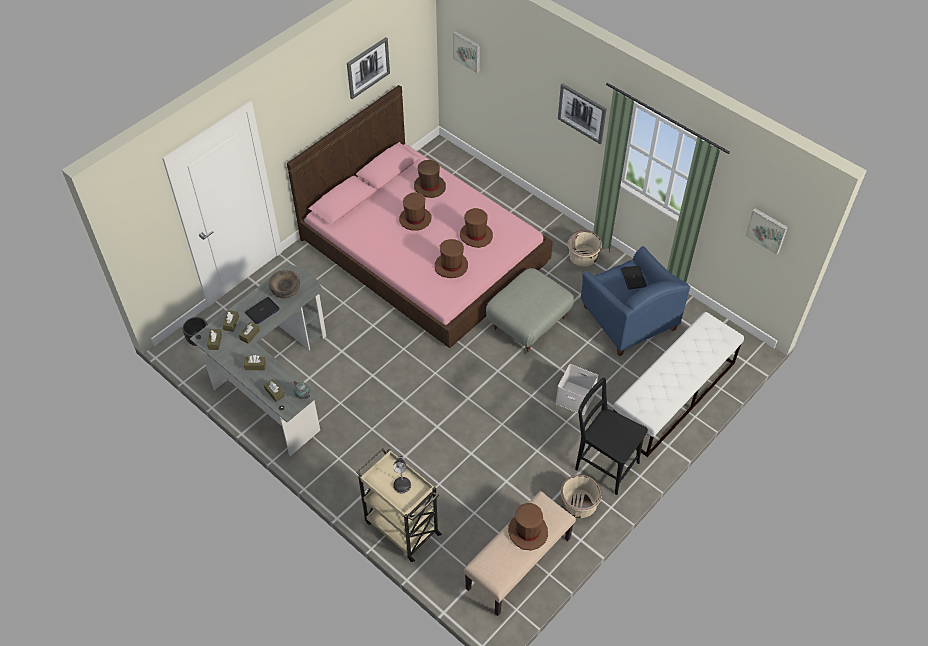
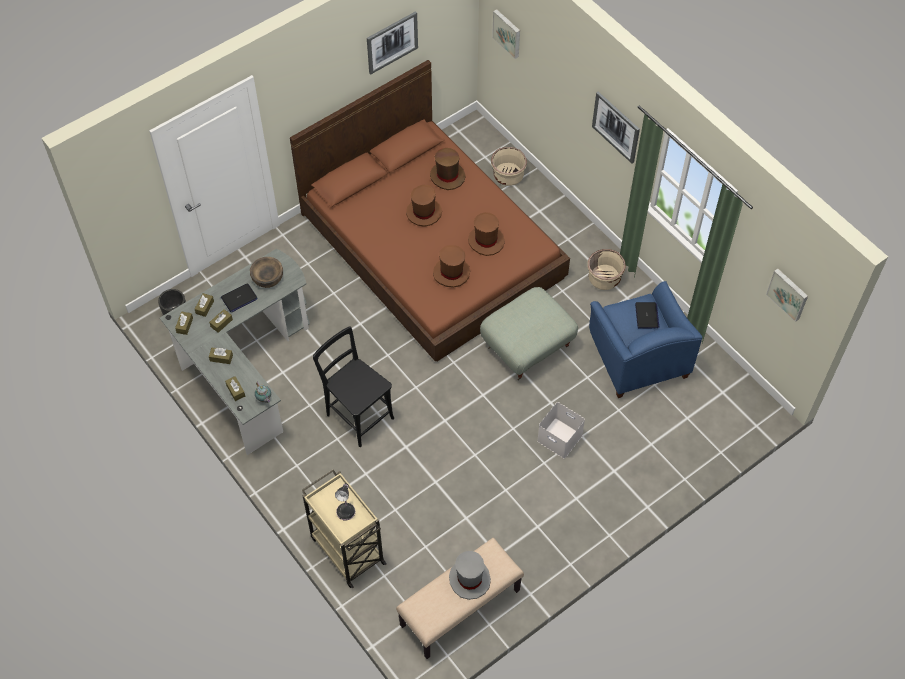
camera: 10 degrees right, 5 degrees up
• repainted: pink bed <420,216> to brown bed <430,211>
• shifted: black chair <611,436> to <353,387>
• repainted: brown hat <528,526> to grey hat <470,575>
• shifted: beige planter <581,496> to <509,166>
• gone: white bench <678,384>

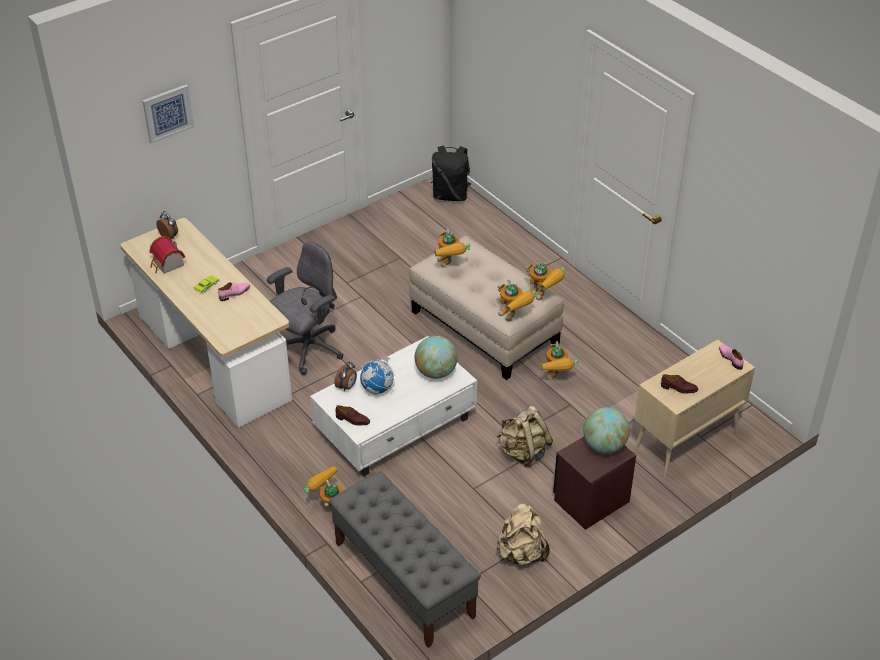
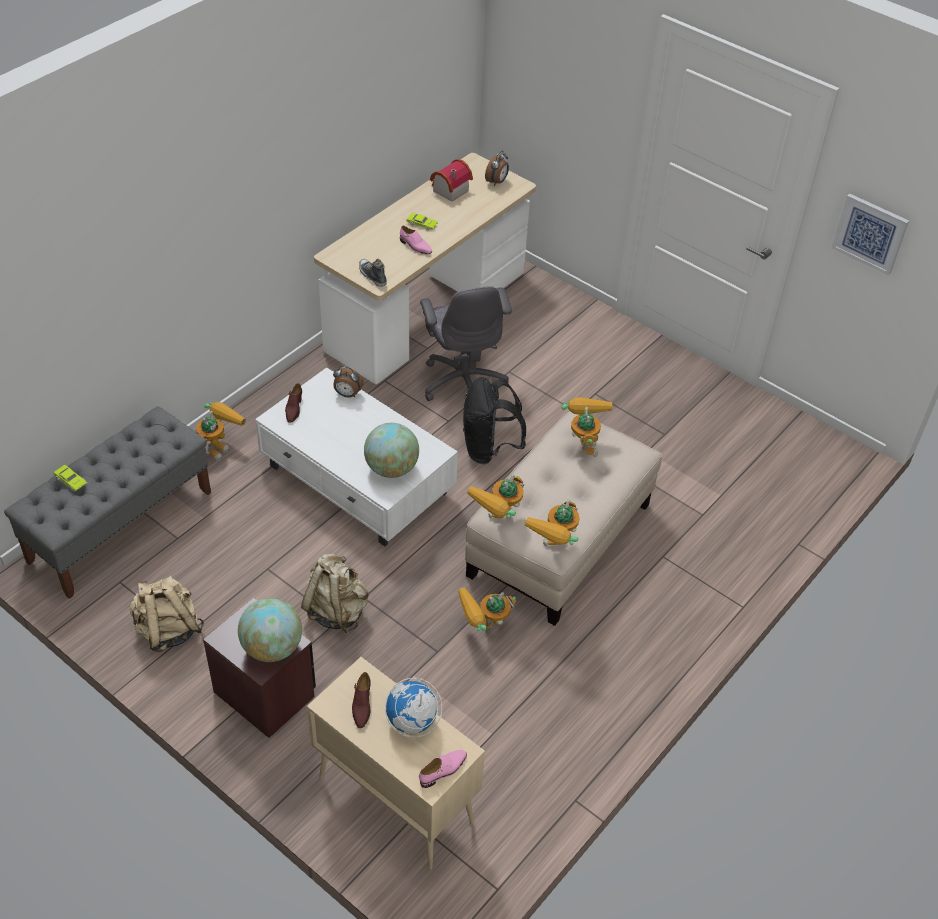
camera: 75 degrees right, 5 degrees up
• new: green toy car <70,478>
• new: shoe <373,273>
• shifted: globe <377,375> to <413,708>
• rotated: grey office chair <305,308> = <466,343> 45 degrees clockwise
• shifted: black backpack <451,173> to <494,420>
• rotated: toy robot <452,248> = <586,427> 120 degrees clockwise
• shifted: picture <168,114> to <870,234>

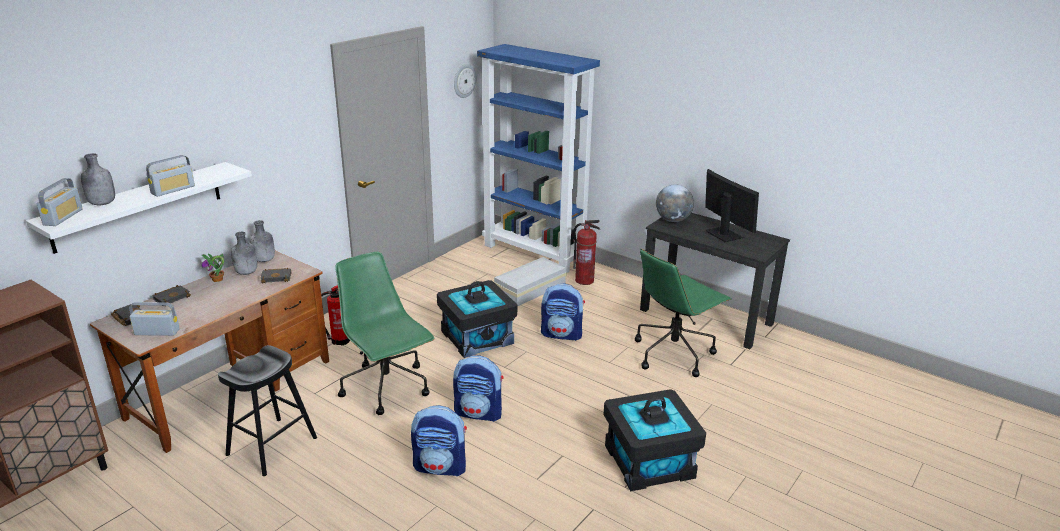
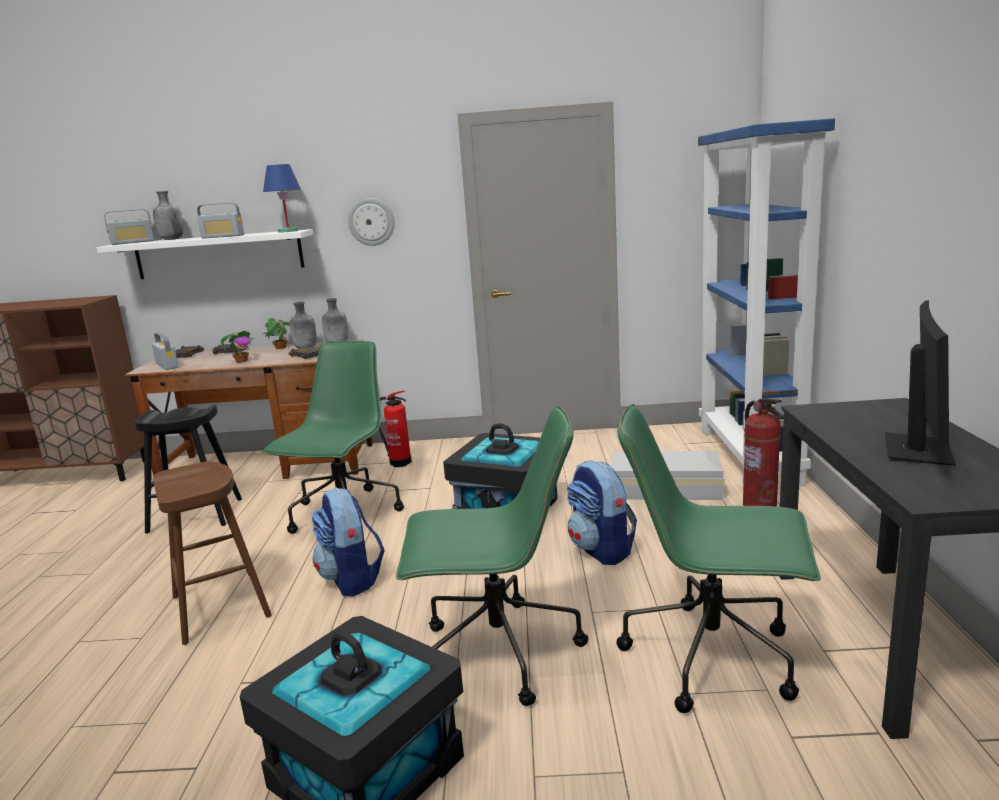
camera: 55 degrees right, 10 degrees down
• swapped: backpack <439,440> to brown stool <212,553>
• new: potted plant <237,346>
• new: blue table lamp <282,198>
• shifted: wall clock <465,81> to <371,222>
• new: green office chair <492,556>
• gone: globe <675,203>

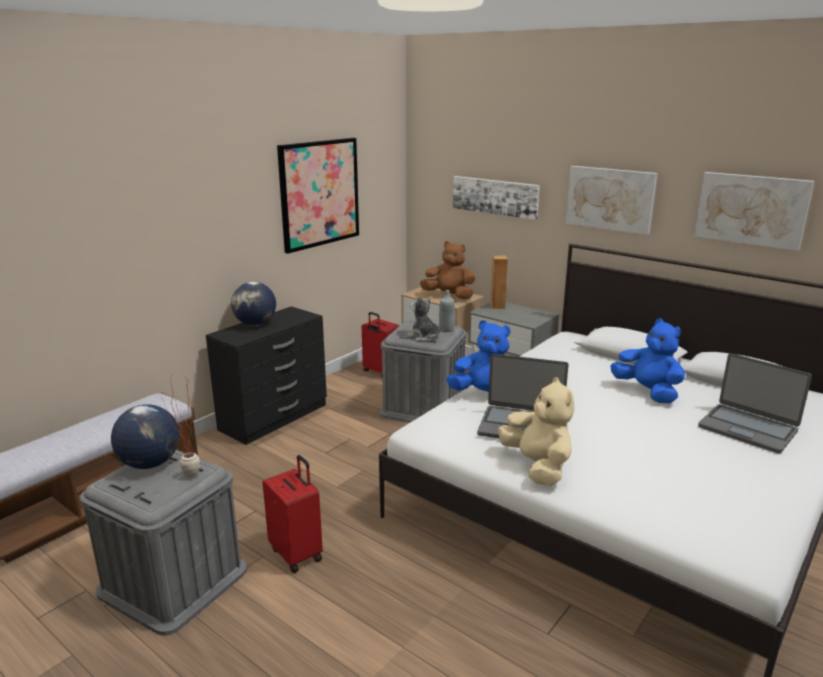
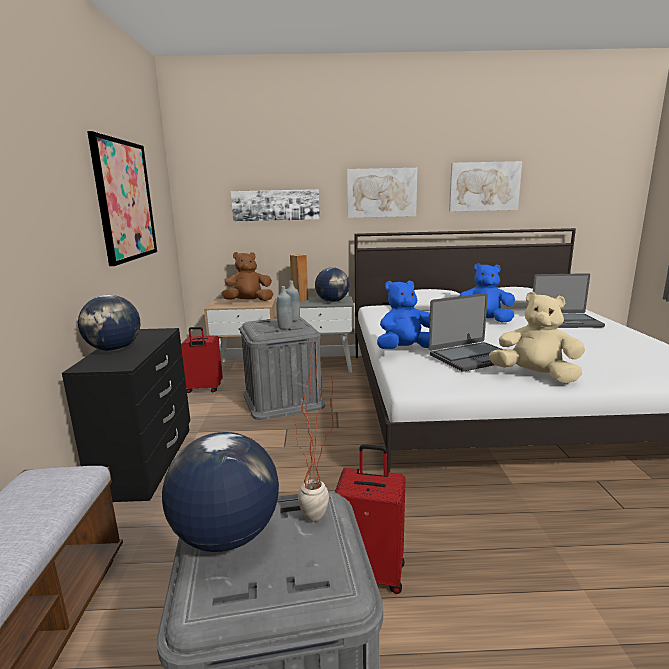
camera: 40 degrees left, 5 degrees down
• swapped: plush toy <424,319> to grey bottle <284,307>
• new: globe <332,284>

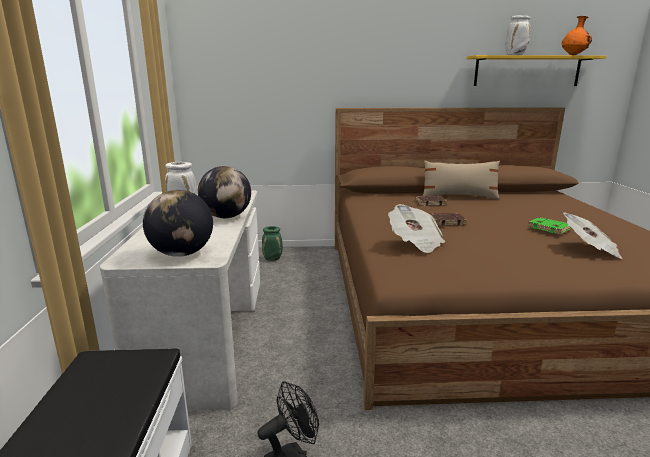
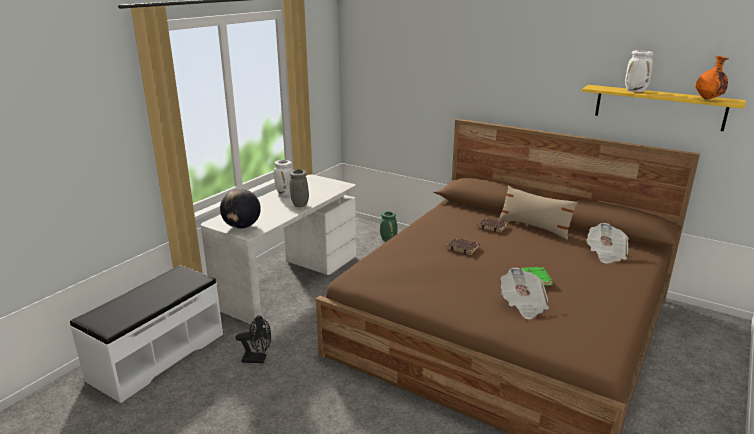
camera: 35 degrees right, 5 degrees up
• swapped: globe <224,192> to grey vase <299,188>
• shifted: newspaper <416,228> to <607,243>

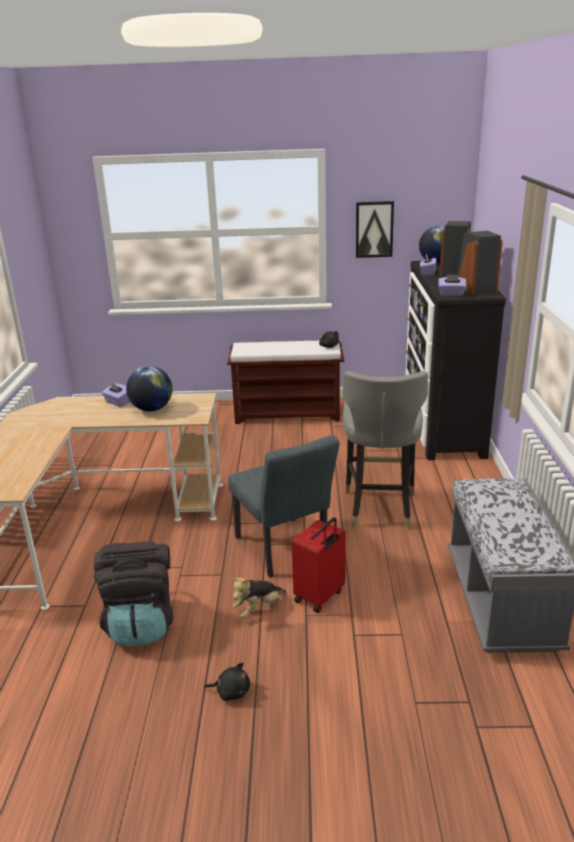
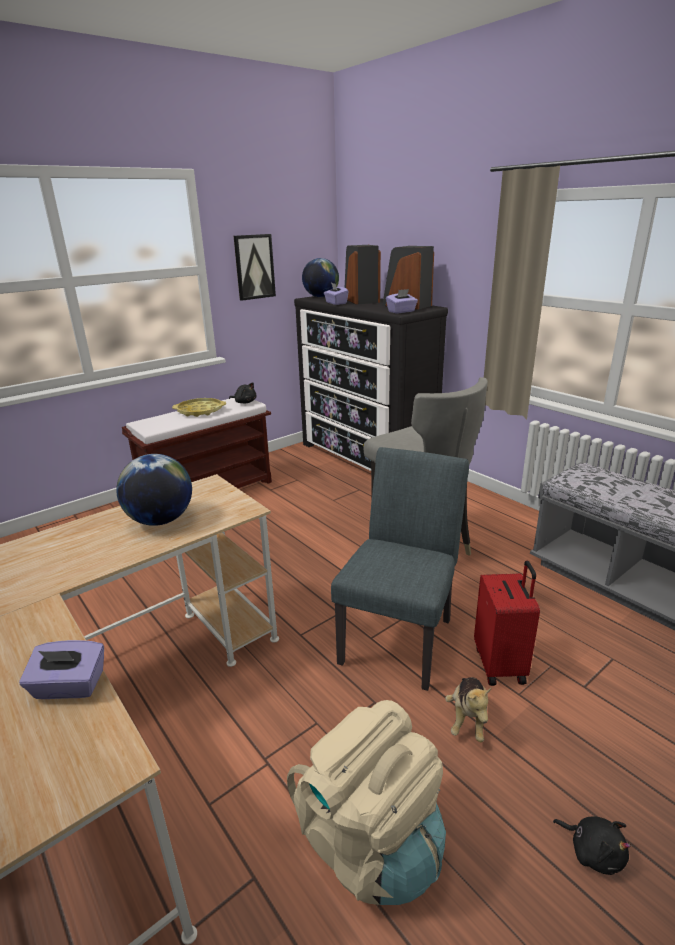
camera: 40 degrees left, 0 degrees up
• shifted: purple tissue box <116,394> to <61,669>
• new: yellow tray <199,407>
• repainted: black backpack <133,593> to beige backpack <366,802>
• rotated: grey chair <283,506> = <400,569> 90 degrees counterclockwise
• rotated: black plush toy <227,682> = <591,845> 75 degrees clockwise

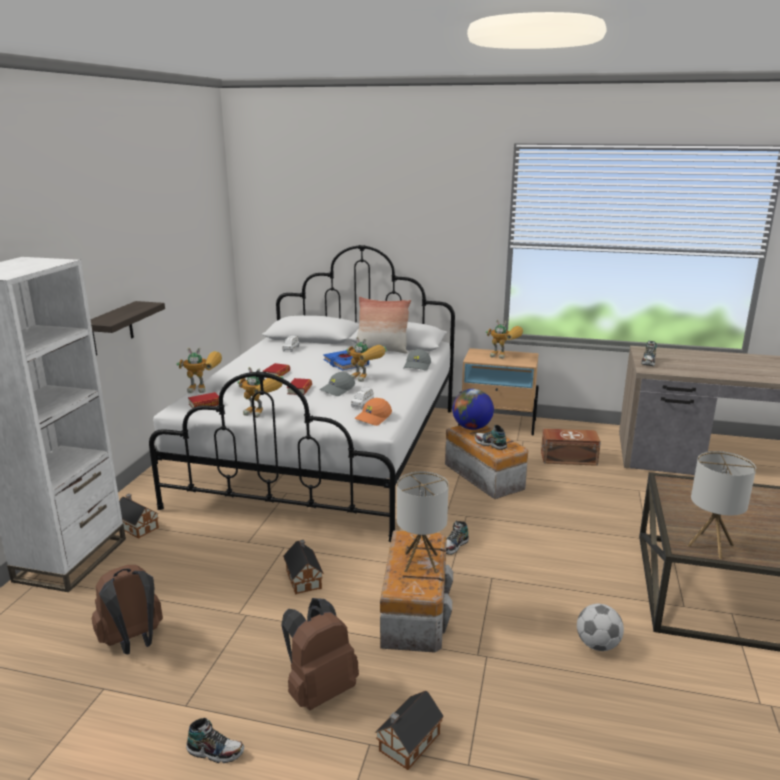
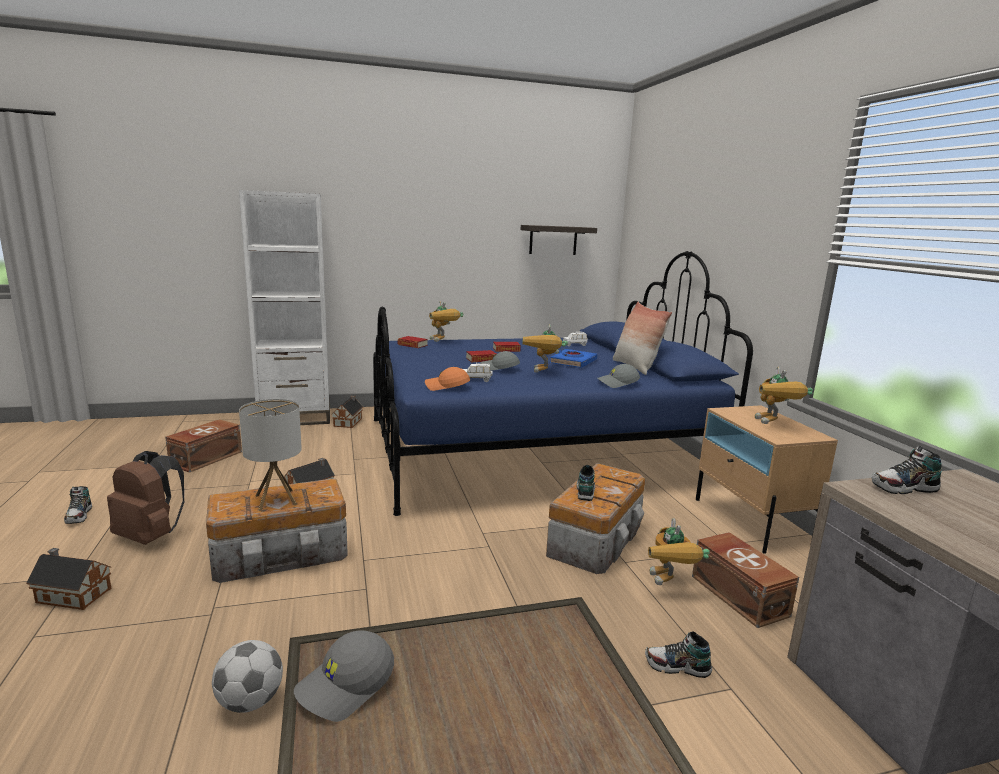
camera: 60 degrees right, 5 degrees down
• swapped: brown backpack <127,609> to brown storage box <203,446>
• swapped: table lamp <721,505> to grey cap <344,676>
• repainted: white bed <302,394> to blue bed <563,383>
• shifted: shelf <127,328> to <559,240>
• shifted: shoe <457,538> to <678,654>
• shifted: toy robot <260,392> to <679,551>
• gone: globe <473,409>

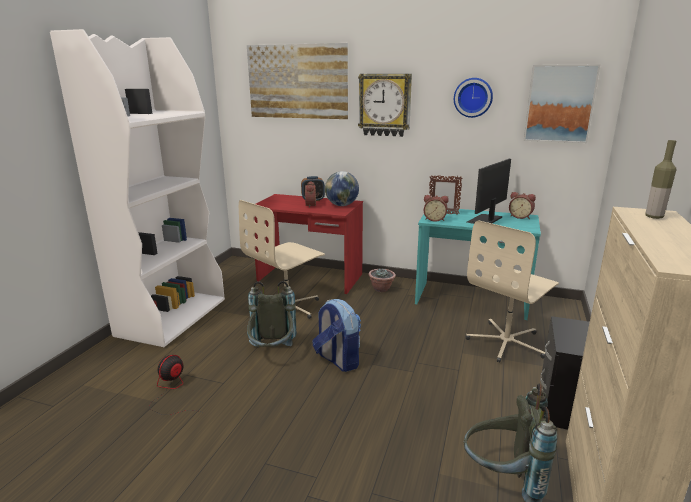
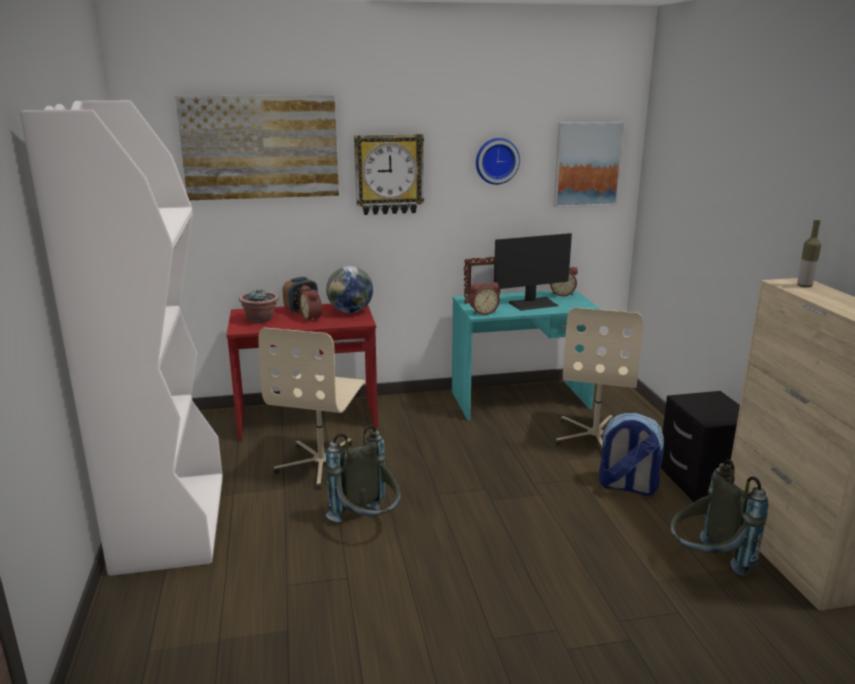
camera: 30 degrees left, 0 degrees up
• shifted: potted plant <382,280> to <259,306>
• rotated: monitor <489,191> = <533,272> 120 degrees counterclockwise
• shifted: backpack <336,335> to <631,454>
• gone: fan <176,385>

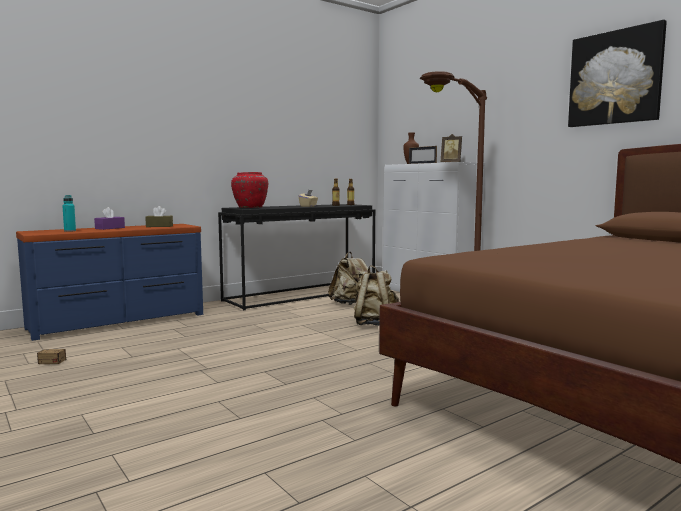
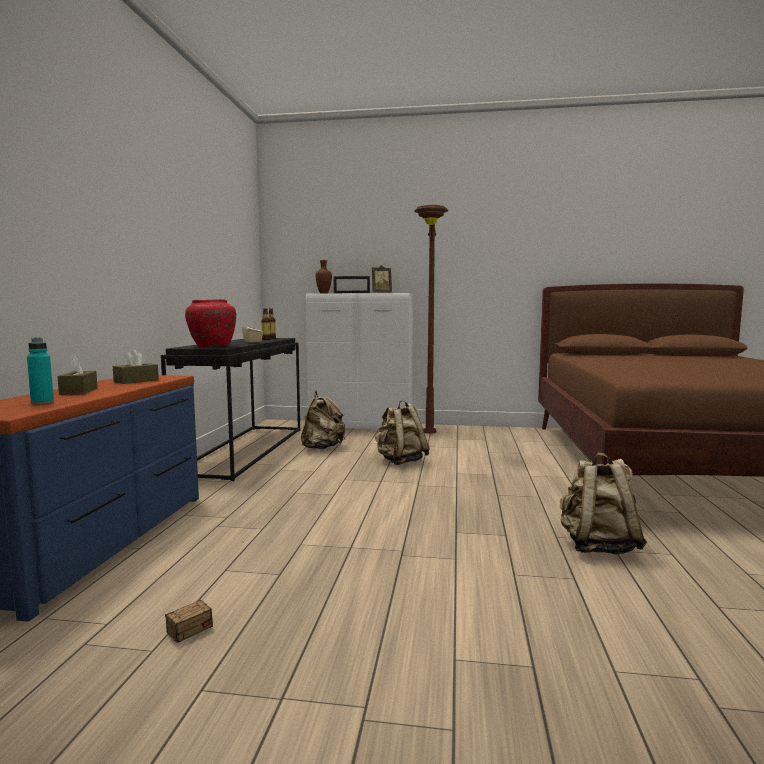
camera: 45 degrees left, 0 degrees up
• repainted: purple tissue box <109,218> to brown tissue box <77,375>
• new: beige backpack <603,503>
• gone: picture <617,73>

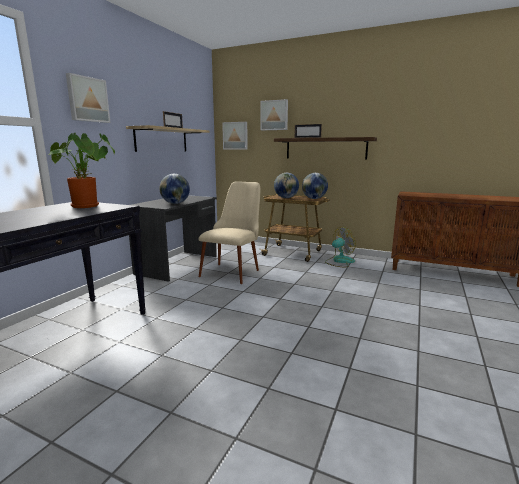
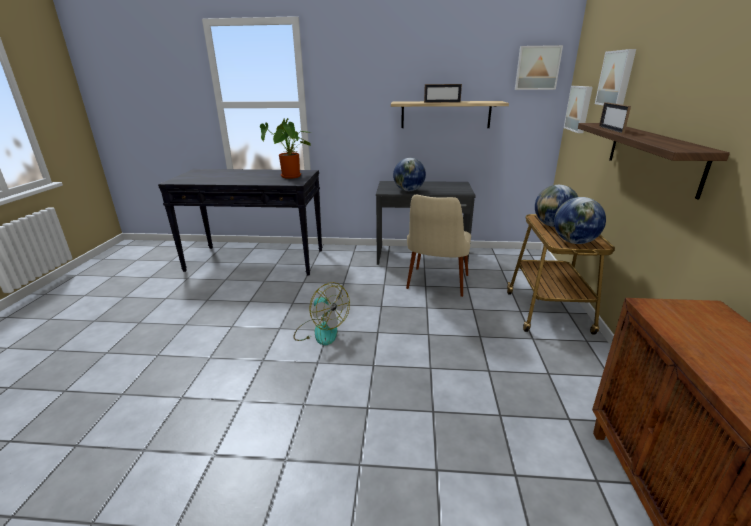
camera: 70 degrees right, 10 degrees up
• shifted: fan <340,247> to <322,313>
• rotated: beige chair <229,232> = <438,246> 105 degrees clockwise
• shifted: picture <88,98> to <539,67>

